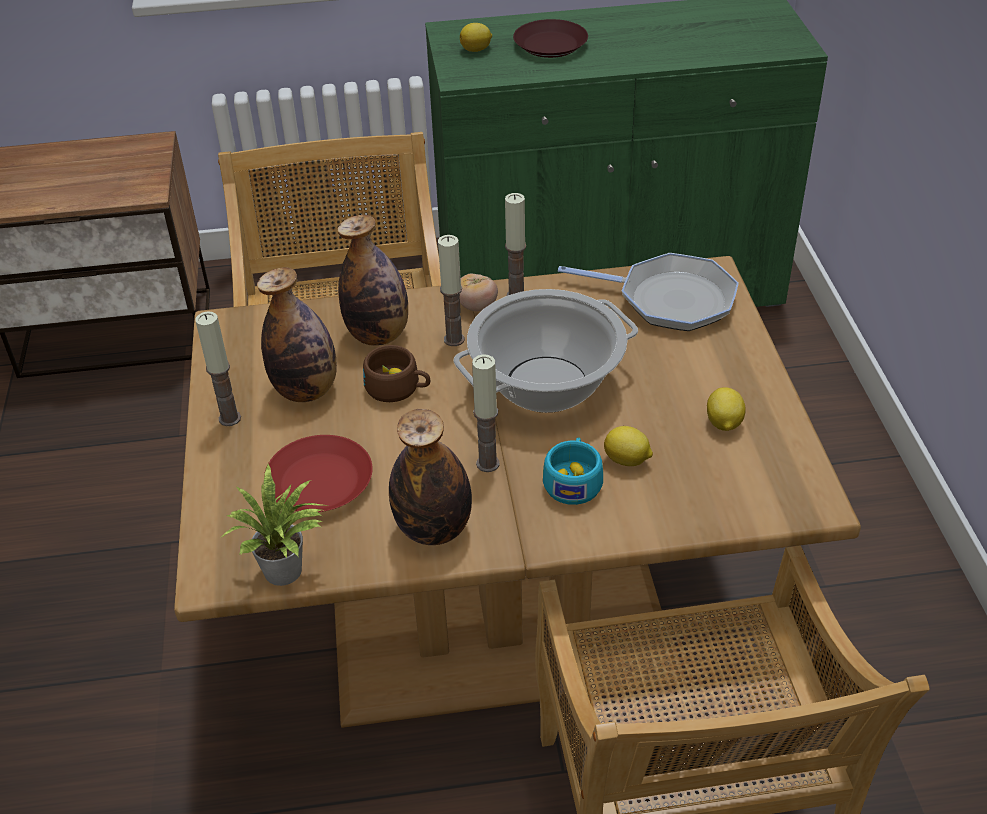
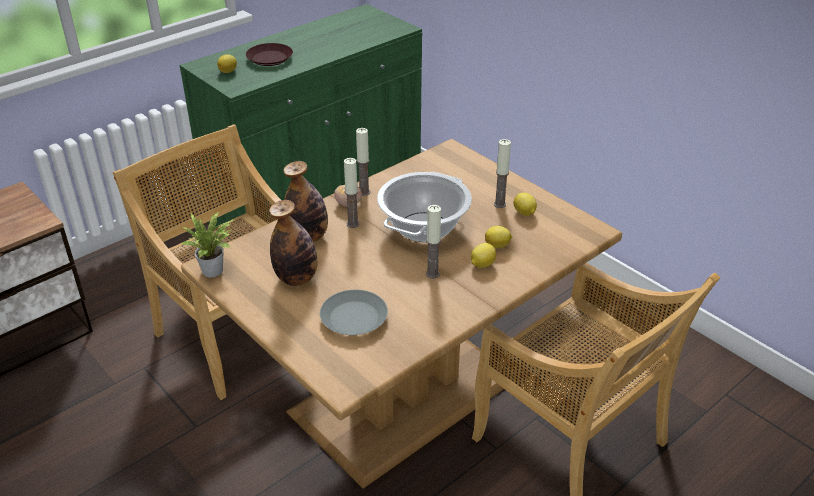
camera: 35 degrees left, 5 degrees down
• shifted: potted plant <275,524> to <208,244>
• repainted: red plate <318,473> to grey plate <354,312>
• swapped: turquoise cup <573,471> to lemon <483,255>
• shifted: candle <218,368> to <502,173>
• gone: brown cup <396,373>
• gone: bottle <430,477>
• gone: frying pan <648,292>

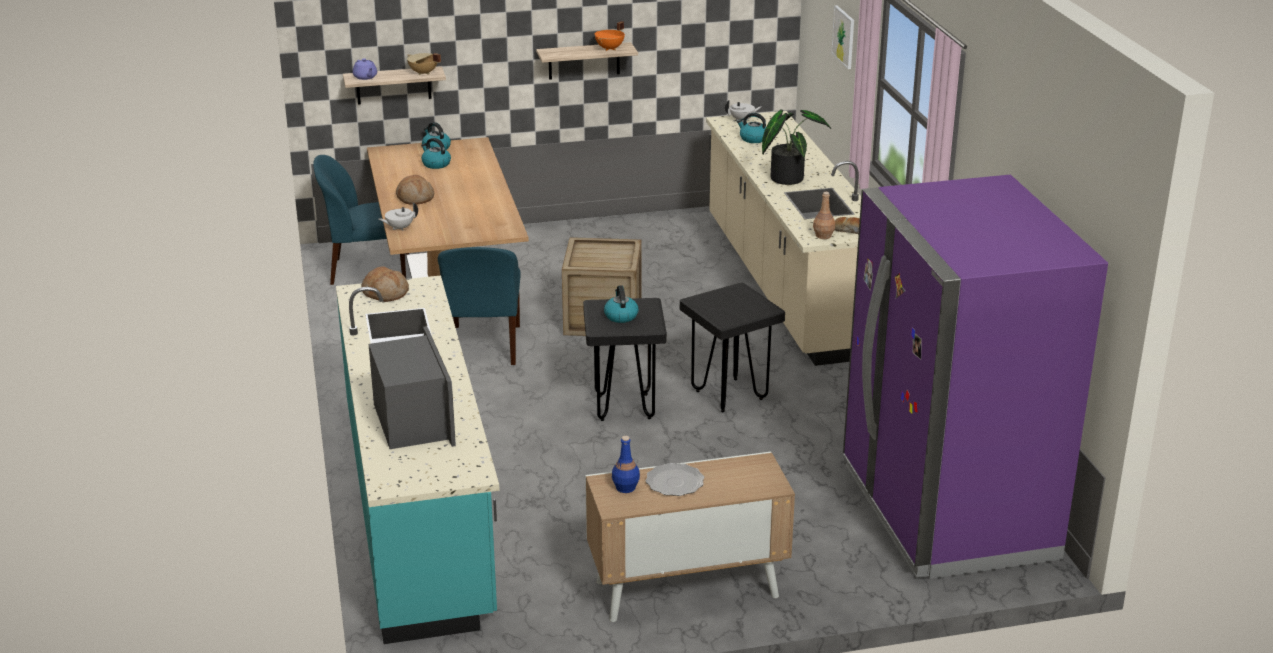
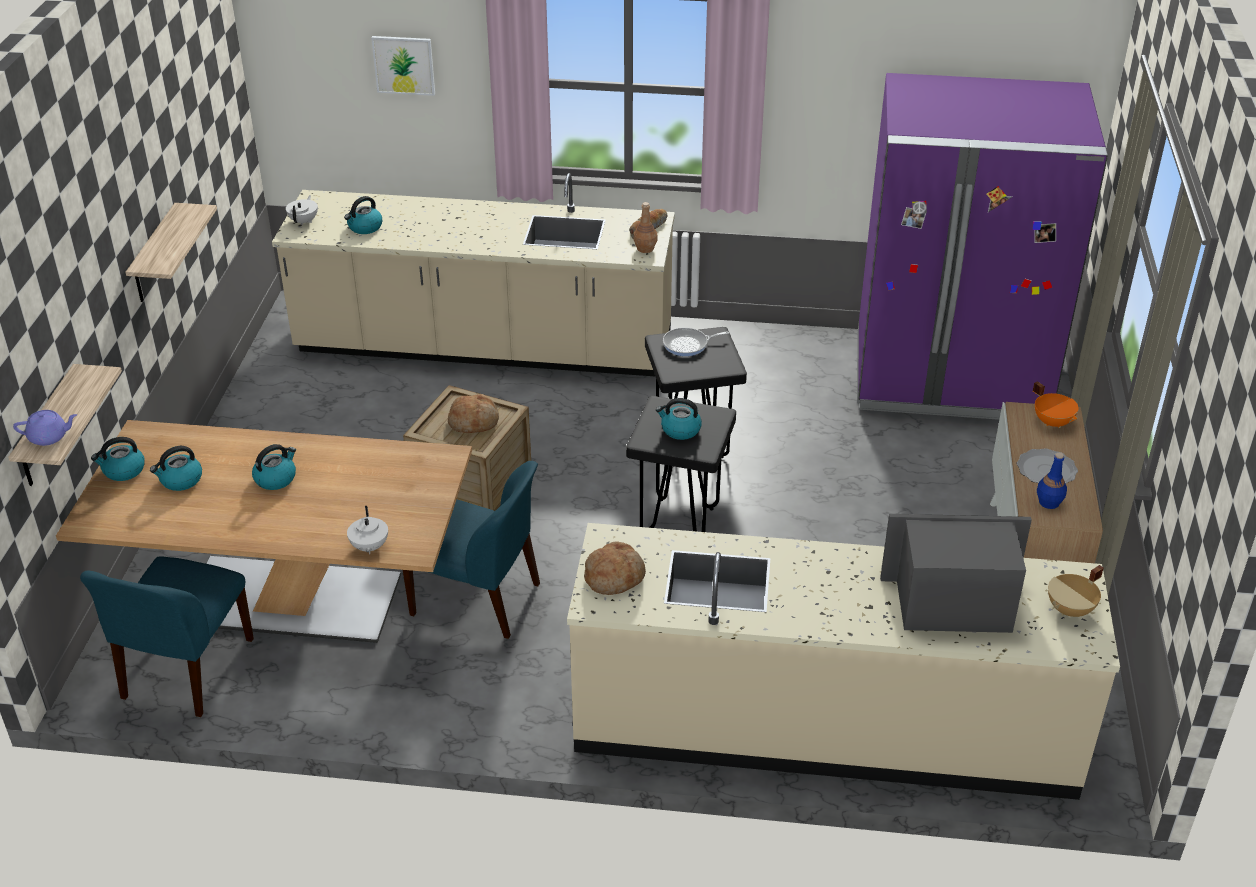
camera: 70 degrees left, 10 degrees up
• new: kettle <274,467>
• shifted: bread <415,190> to <473,413>
• repainted: turquoise counter <418,460> to beige counter <843,661>
• new: frying pan <696,341>
• shifted: orange cooking pot <610,36> to <1056,404>
• shifted: beige cooking pot <424,64> to <1075,591>
• gone: potted plant <796,147>

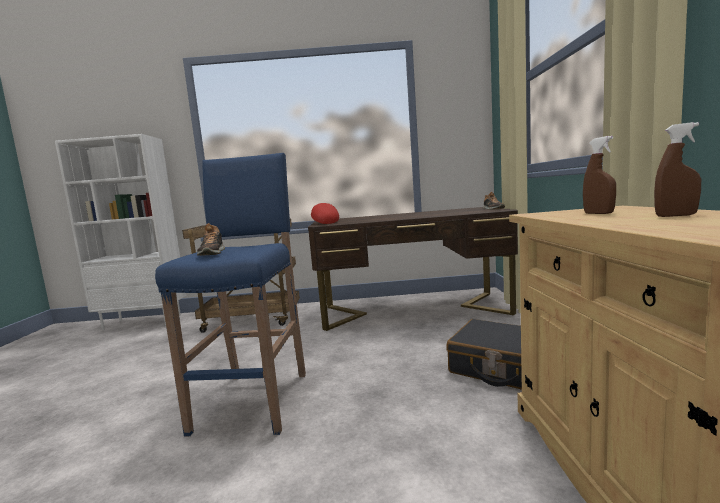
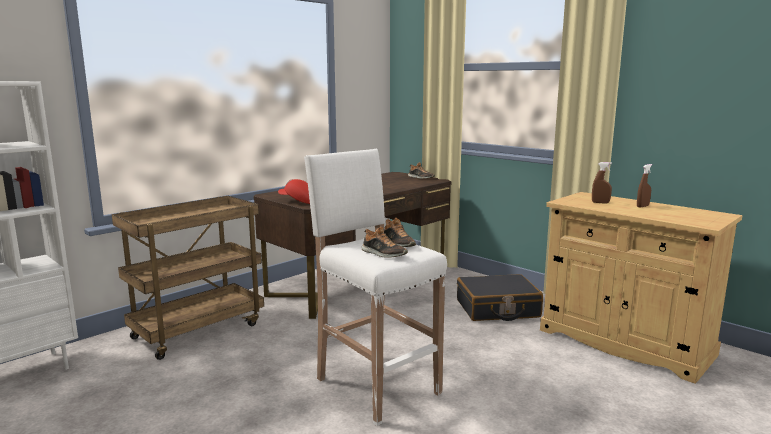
camera: 45 degrees left, 5 degrees up
• repainted: blue stool <230,294> to white stool <375,287>
• new: shoe <400,232>

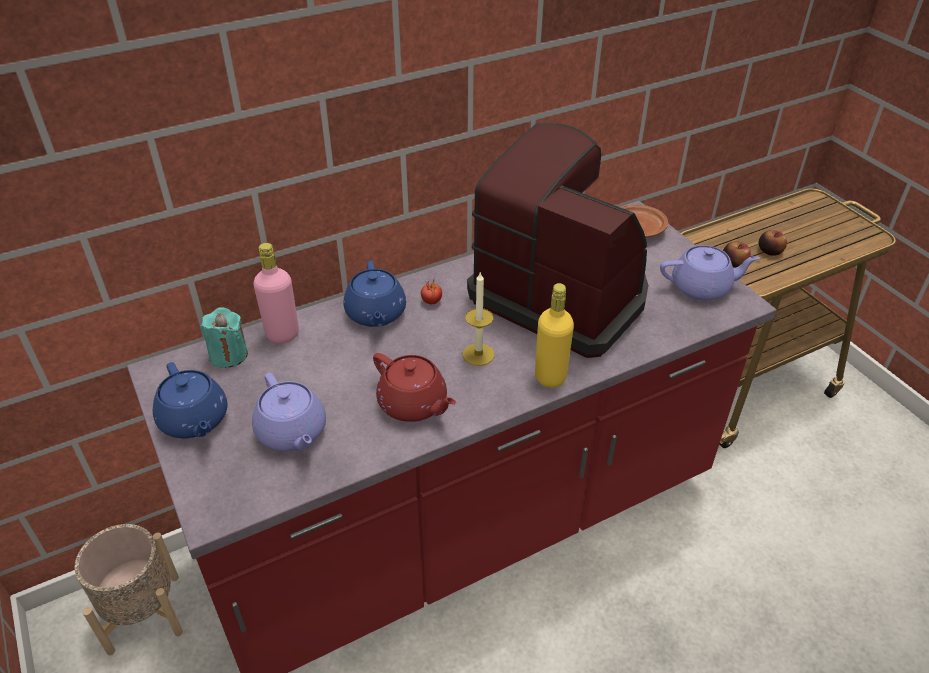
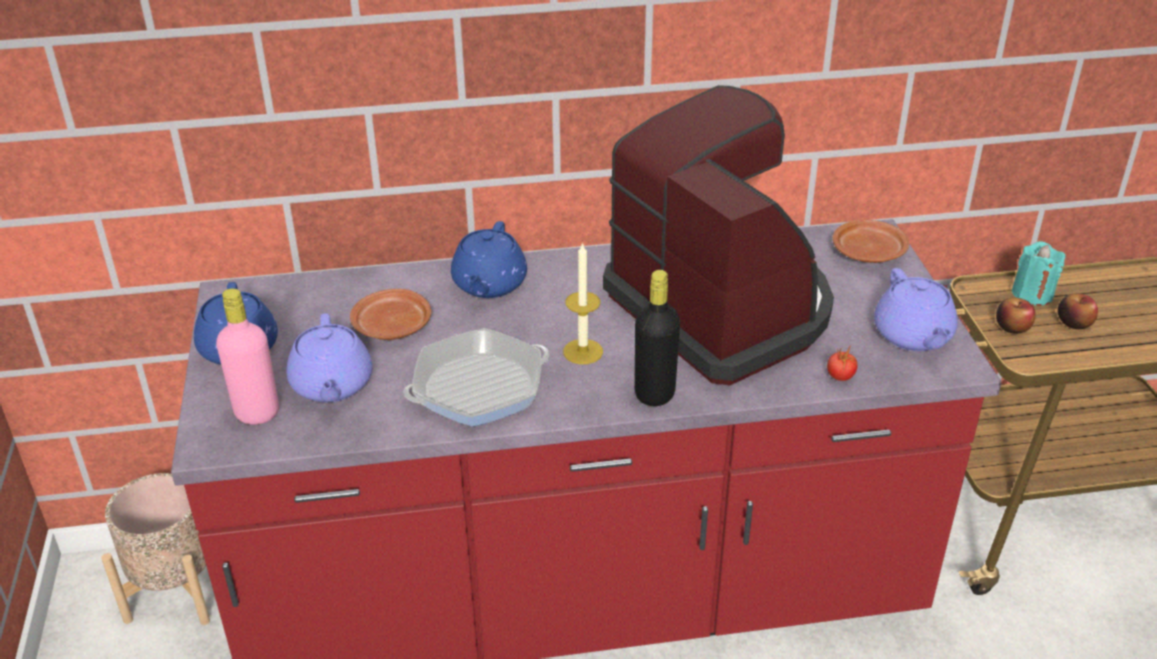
camera: 20 degrees right, 5 degrees down
• shifted: pink bottle <276,293> to <247,356>
• new: brown plate <390,314>
• swapped: red teapot <414,387> to frying pan <476,377>
• repainted: yellow bottle <554,335> to black bottle <657,338>
• shifted: tomato <431,291> to <842,364>
• rotated: purple teapot <710,273> = <916,309> 60 degrees clockwise
• shifted: turquoise candle <224,337> to <1039,273>

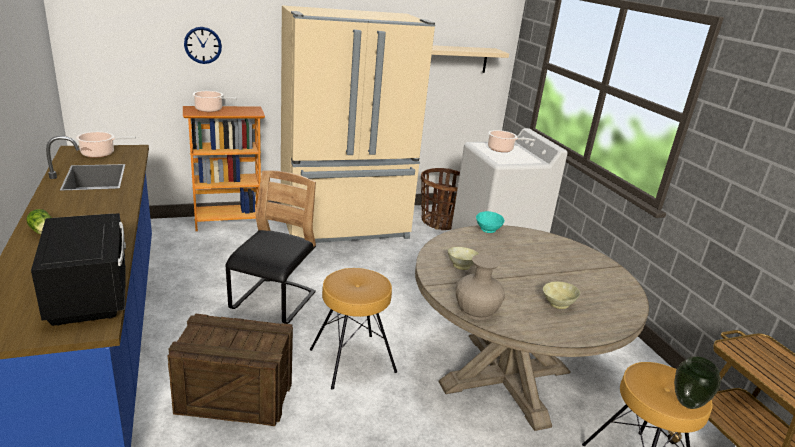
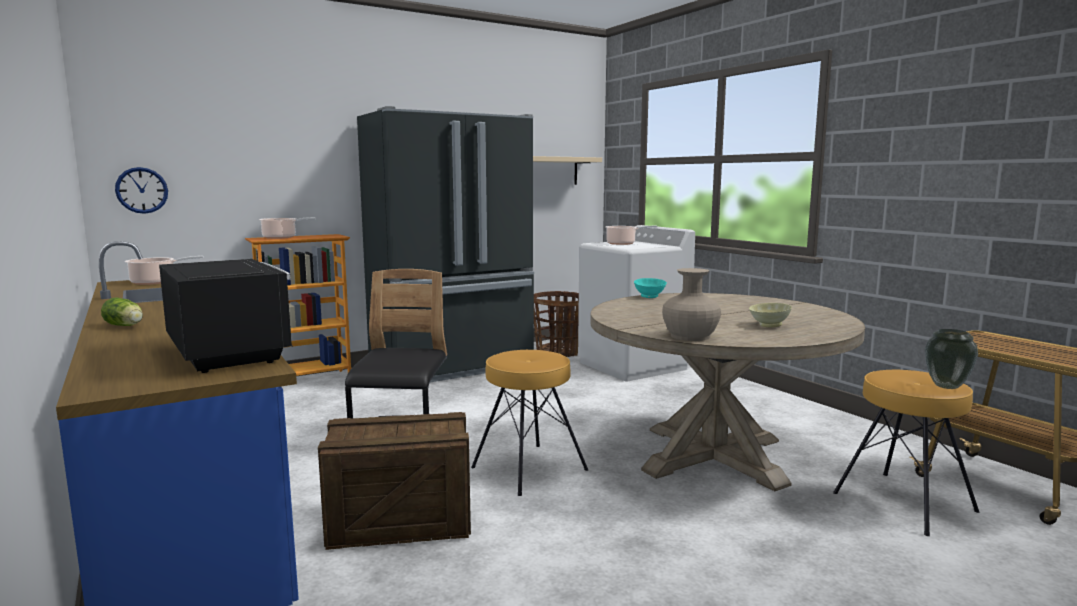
camera: 10 degrees left, 15 degrees down
• shifted: wall clock <203,45> to <141,190>
• repainted: beige fridge <358,124> to black fridge <445,244>
• gone: beige bowl <463,258>

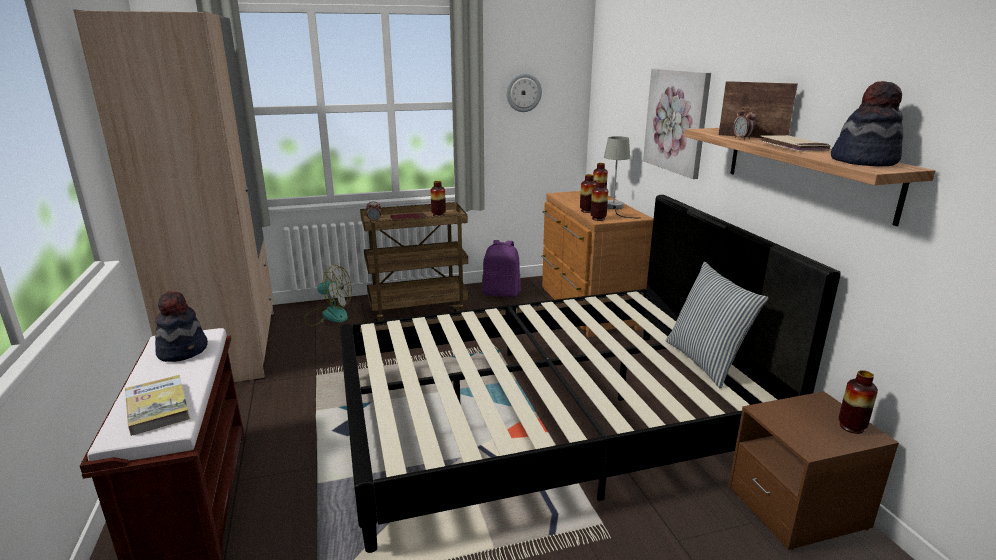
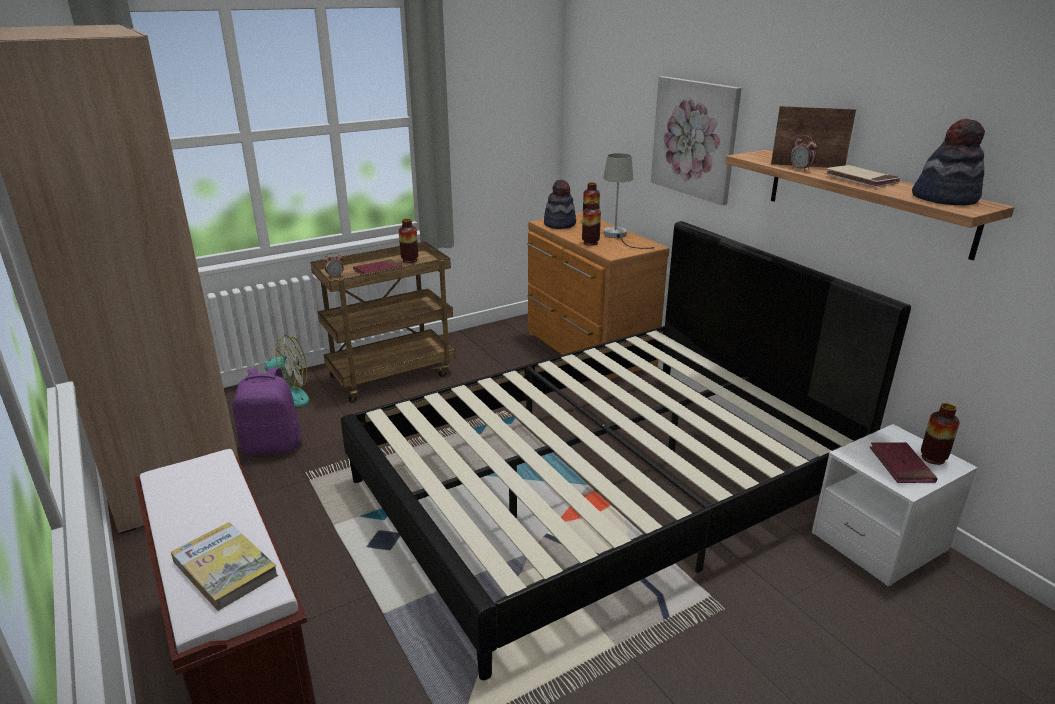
camera: 15 degrees left, 5 degrees up
• shifted: purple backpack <501,268> to <267,411>
• shifted: hat <181,326> to <560,204>
• repainted: brown nightstand <813,470> to white nightstand <895,505>
• new: red book <904,462>
• gone: wall clock <524,92>
• gone: vase <599,201>
• gone: pillow <717,325>

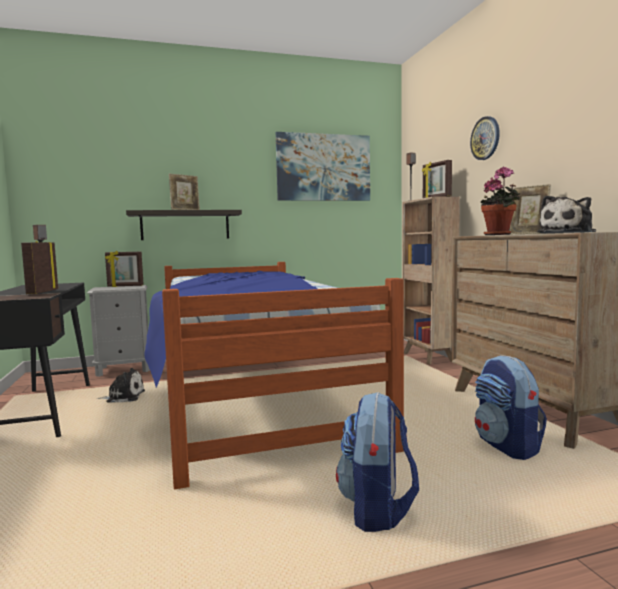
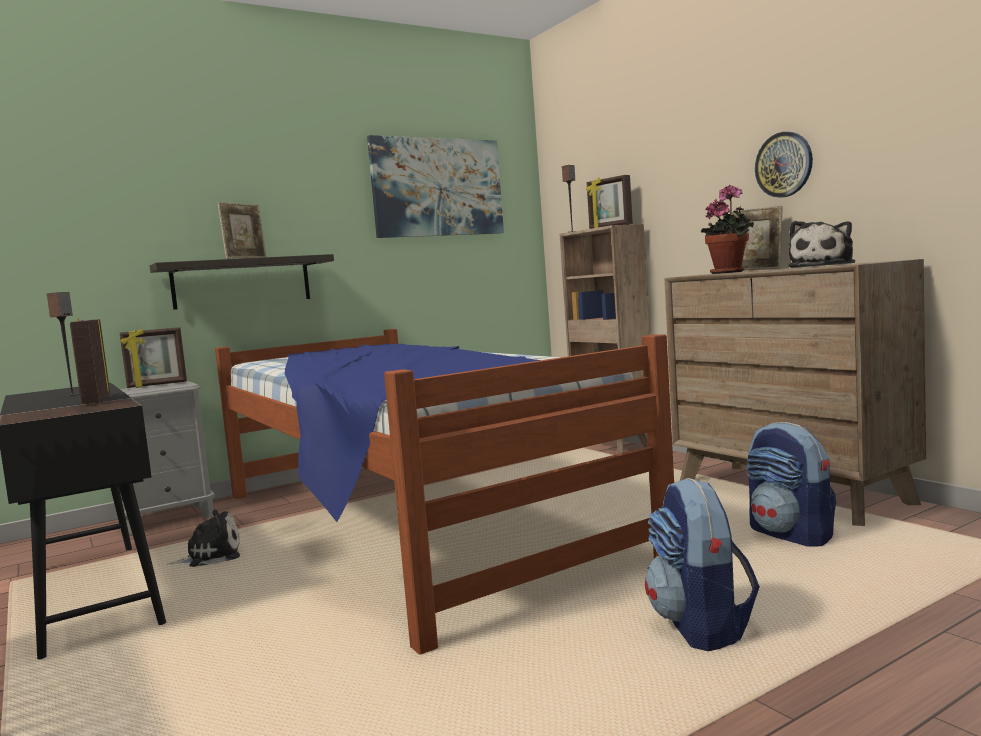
camera: 15 degrees left, 0 degrees up
• shifted: wall clock <485,138> to <784,164>

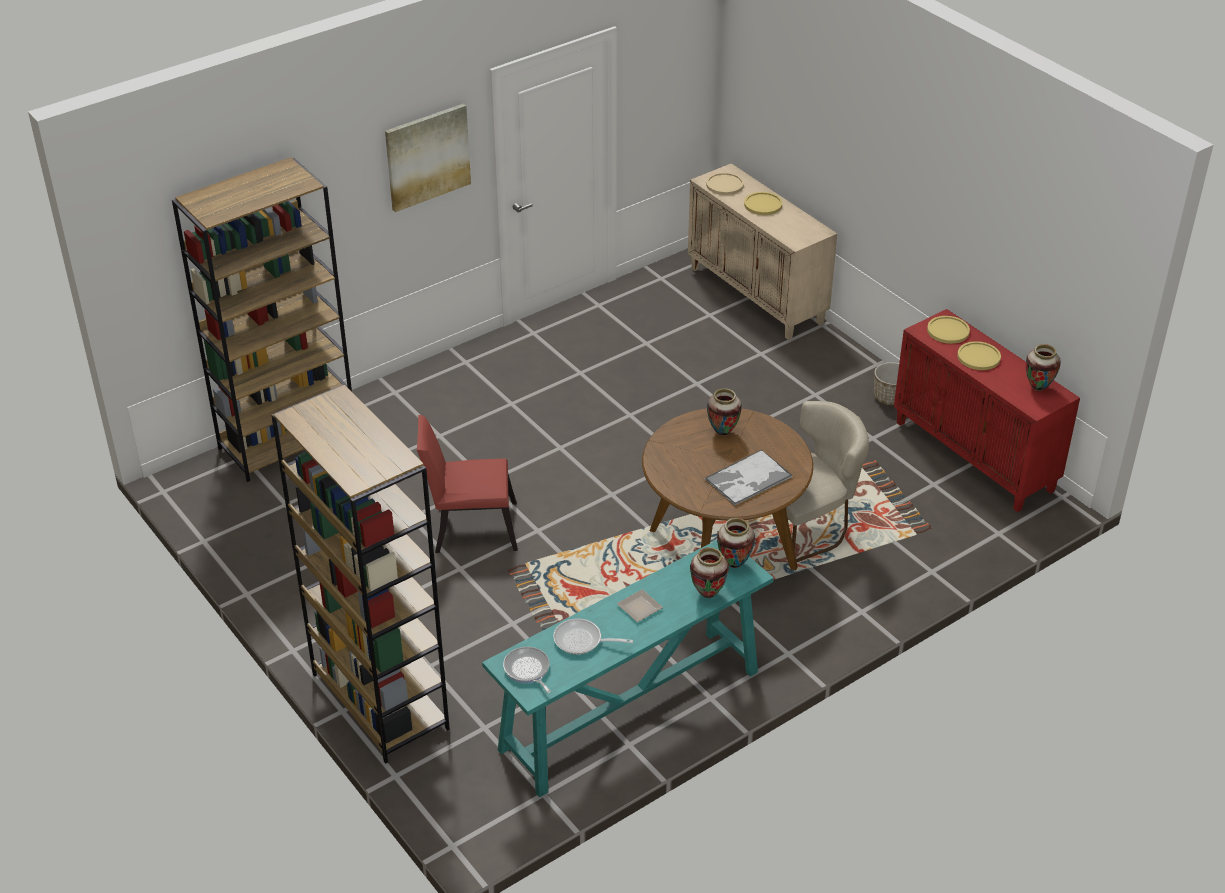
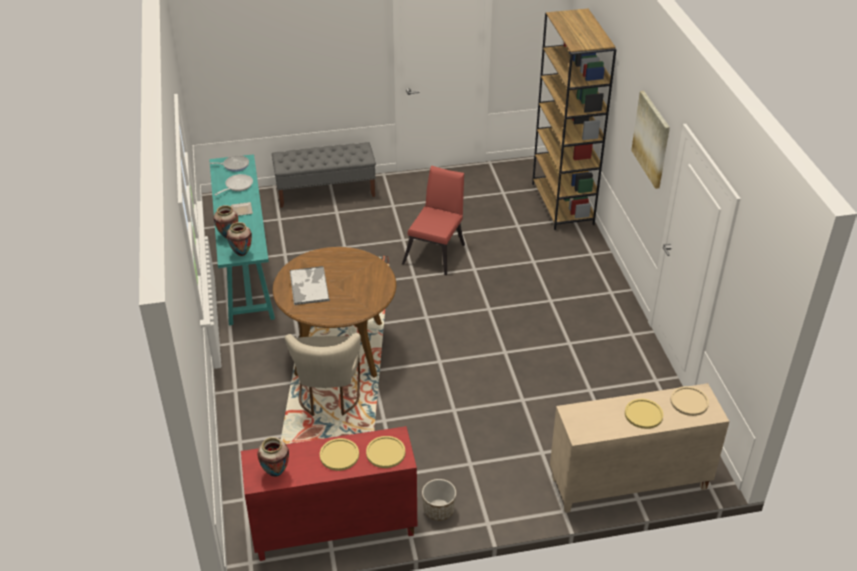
camera: 115 degrees right, 0 degrees up
• swapped: brown bookcase <360,574> to grey bench <324,175>
• gone: vase <724,412>

